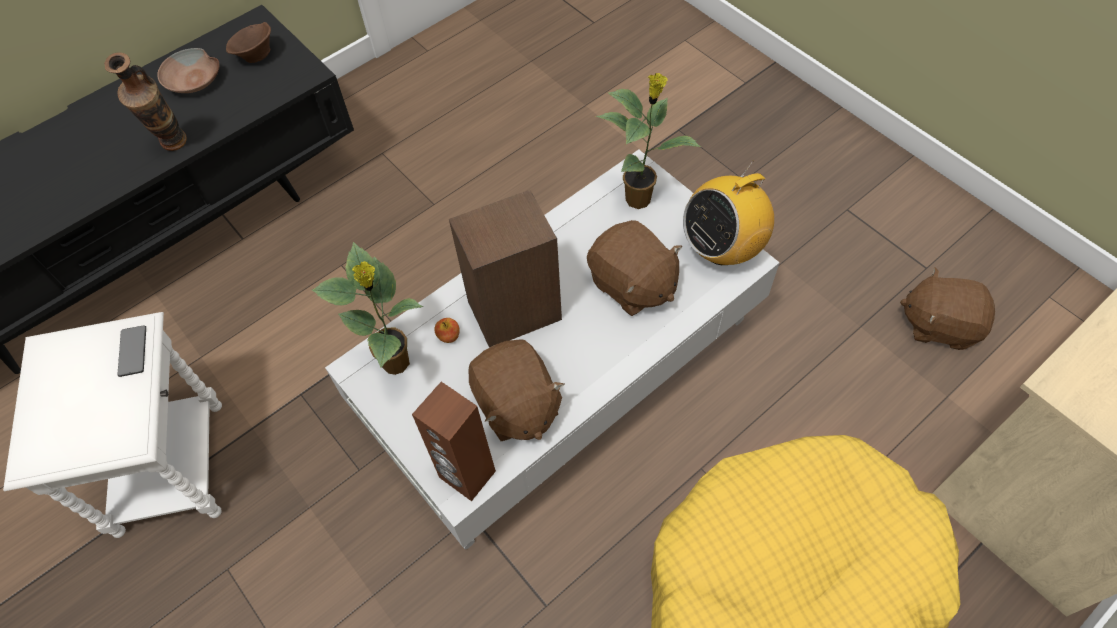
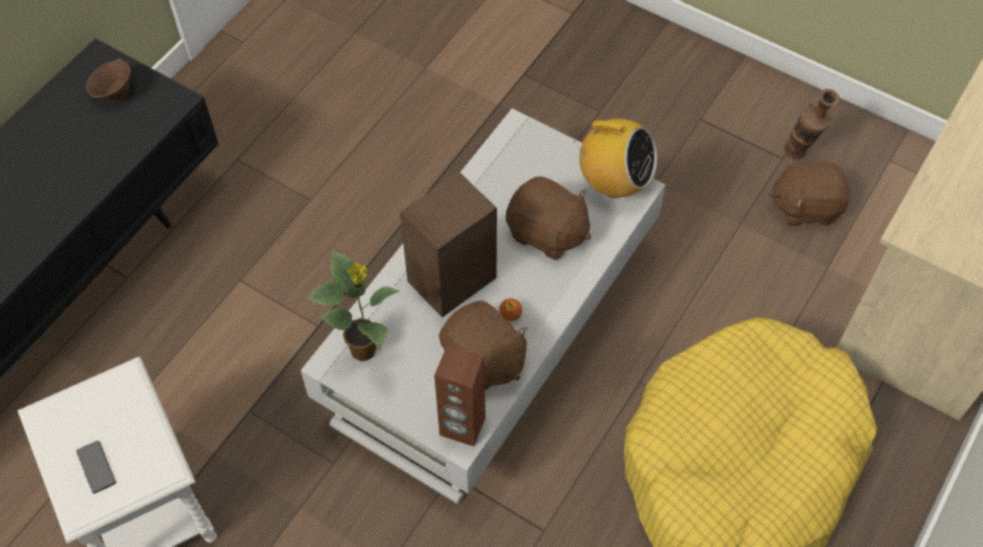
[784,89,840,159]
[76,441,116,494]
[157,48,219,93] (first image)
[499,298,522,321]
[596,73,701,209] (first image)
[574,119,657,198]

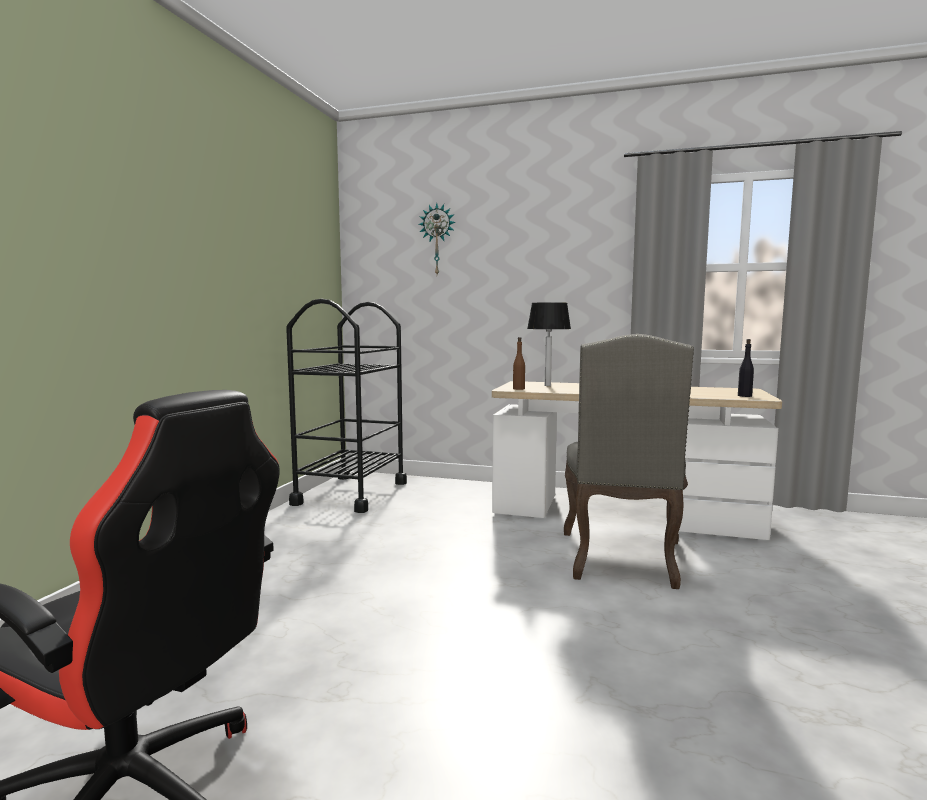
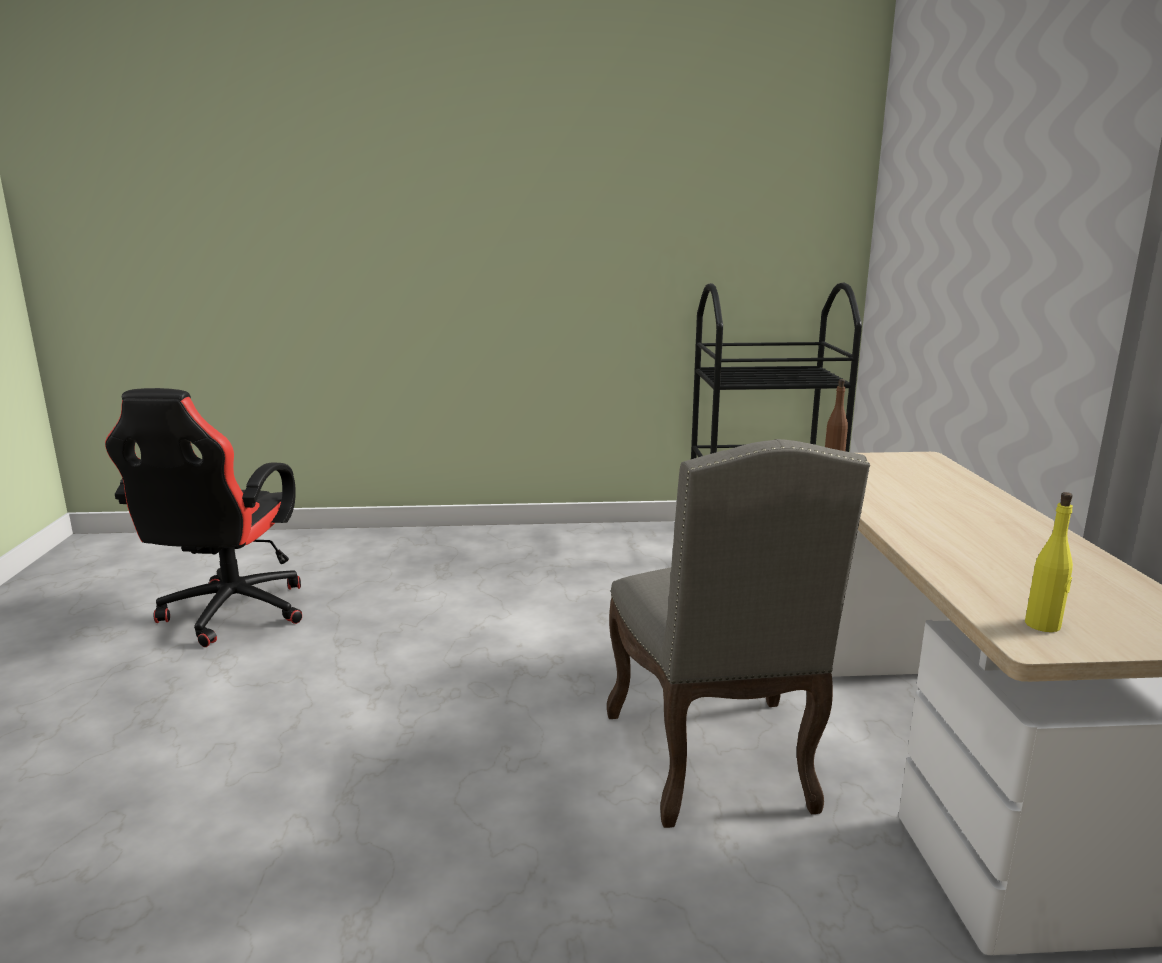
[418,203,456,274] (first image)
[527,302,571,386] (first image)
[607,439,870,828]
[1025,492,1073,632]

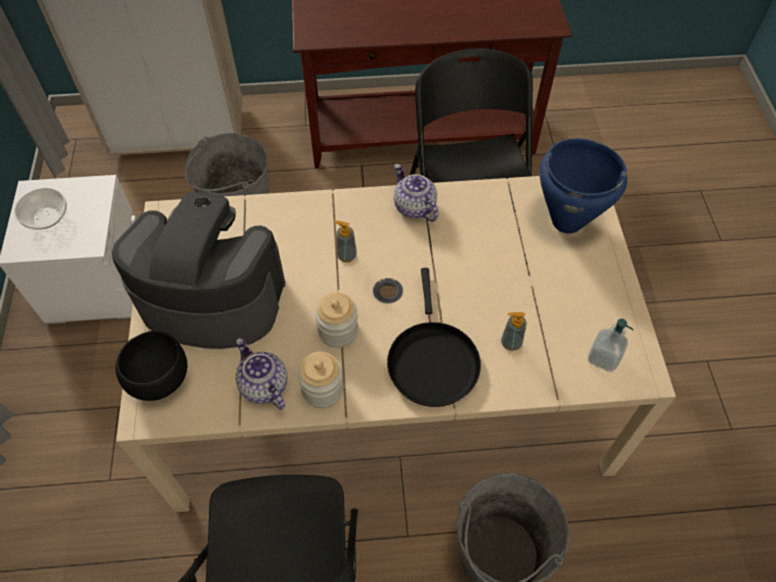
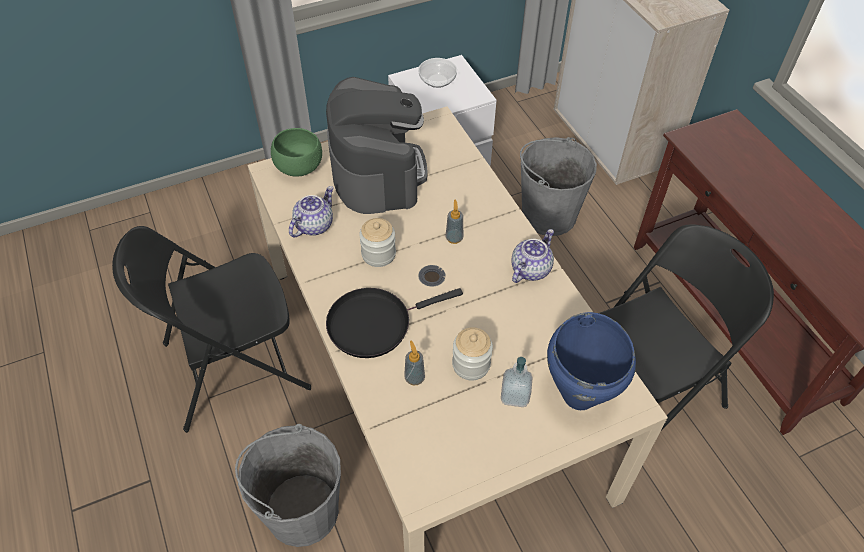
[271,128,322,177]
[452,327,493,380]
[501,357,533,407]

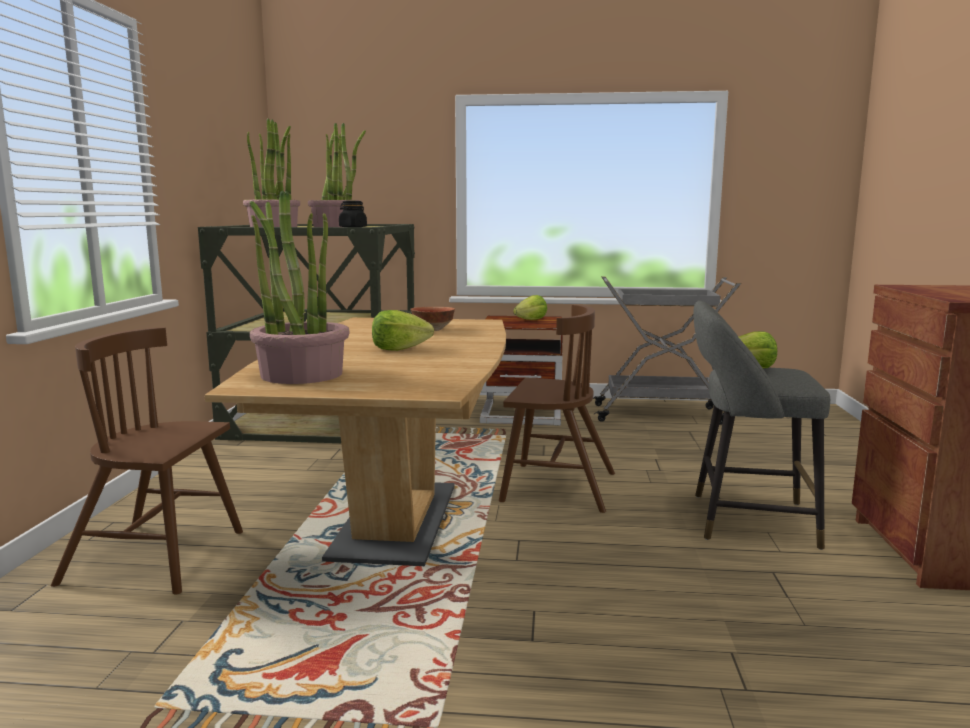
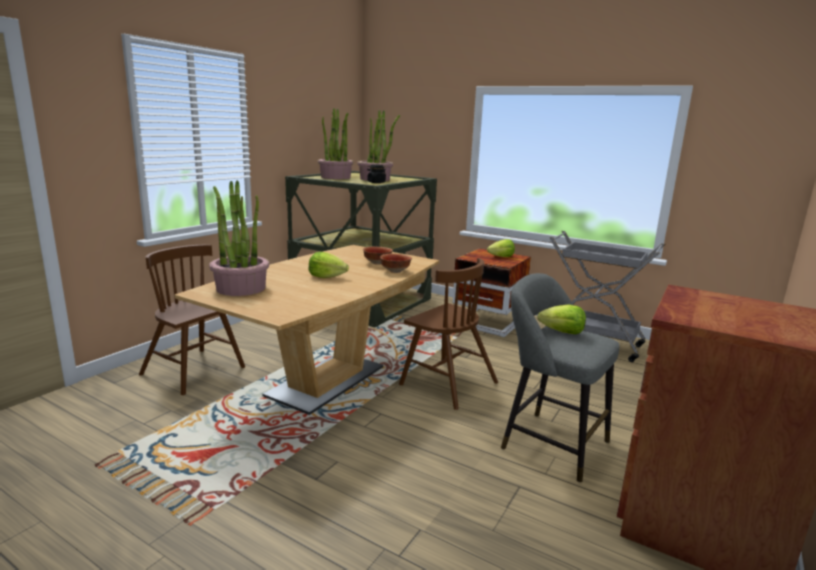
[380,254,412,273]

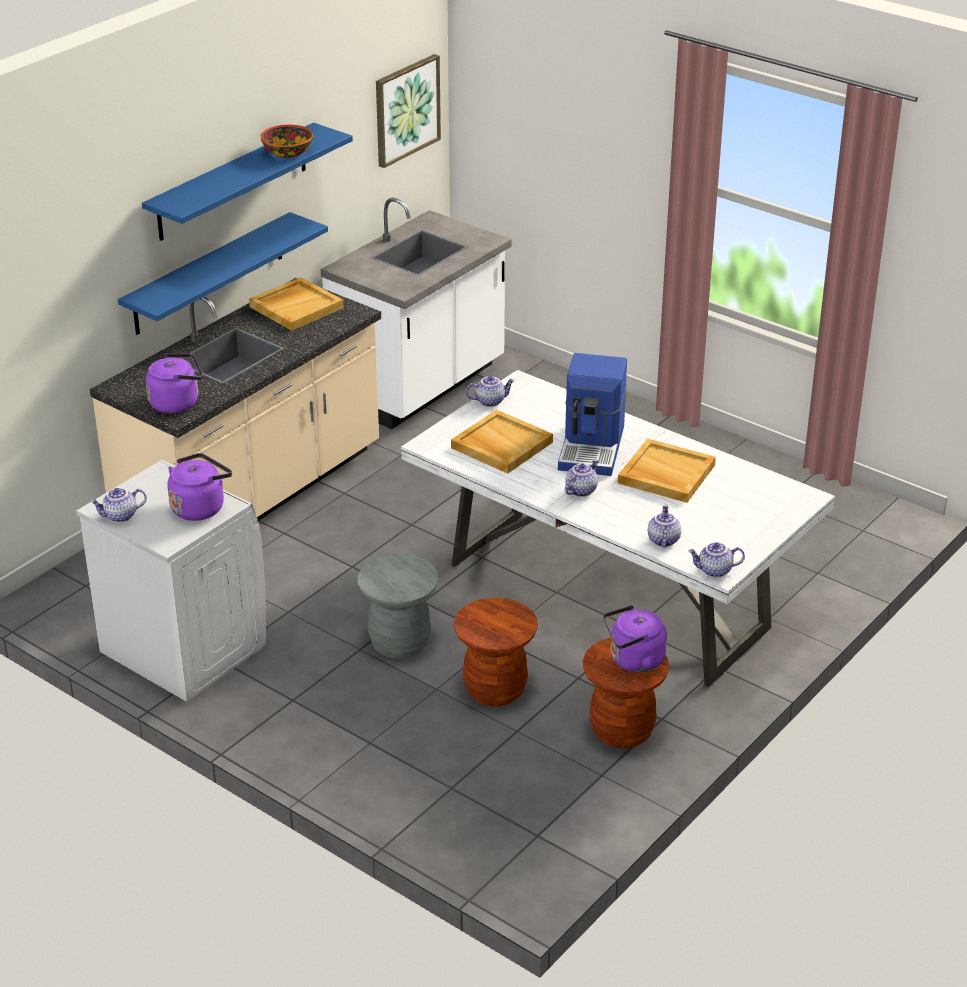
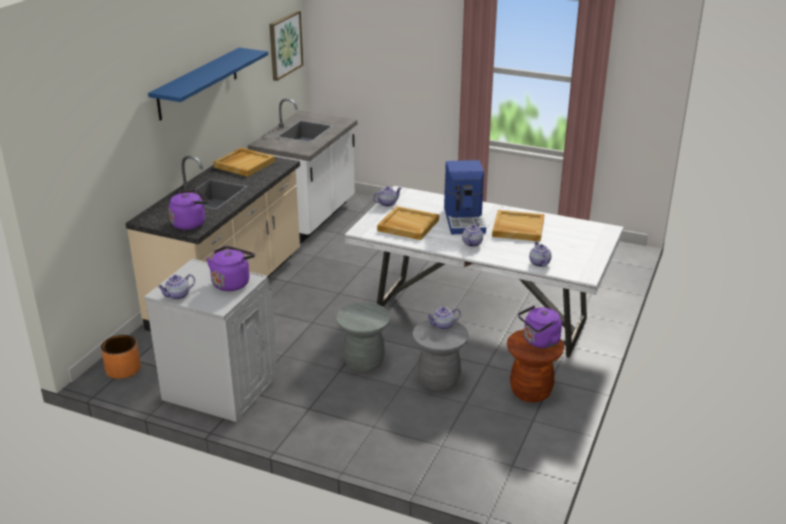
[118,212,328,335] (first image)
[261,125,313,158] (first image)
[413,320,469,391]
[426,307,461,330]
[101,335,141,379]

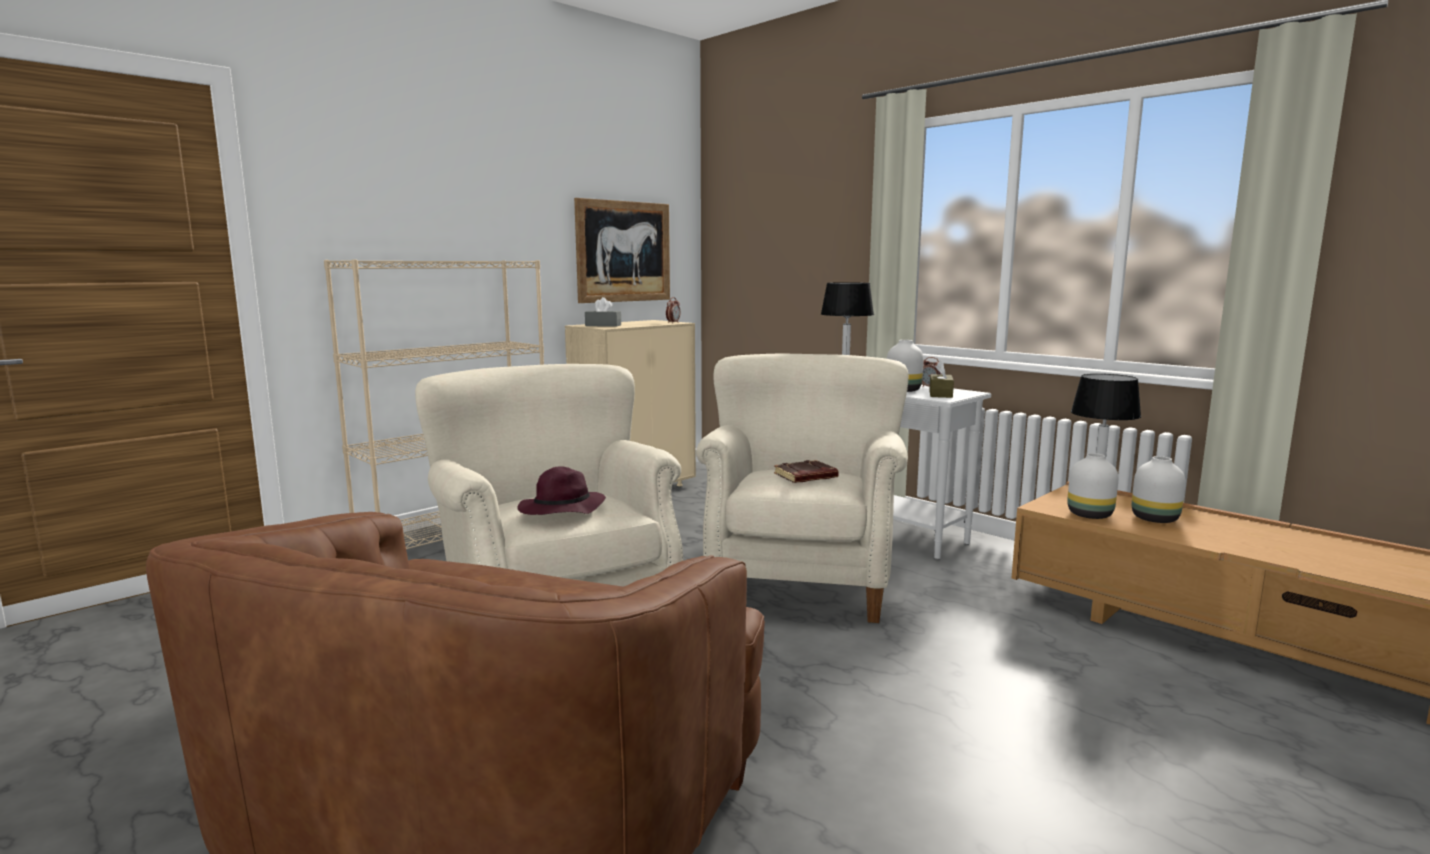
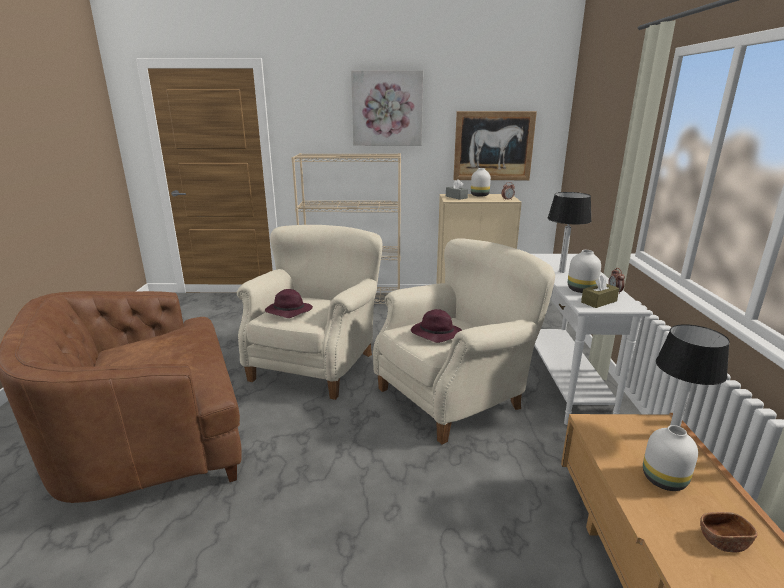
[411,309,462,343]
[471,168,491,197]
[351,70,423,146]
[700,512,758,553]

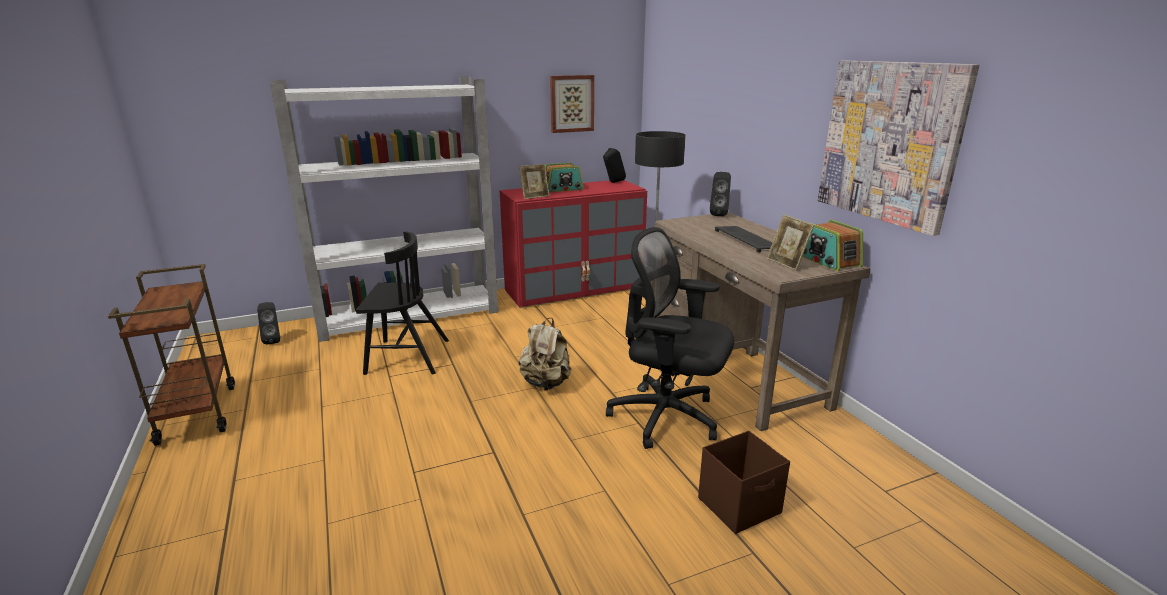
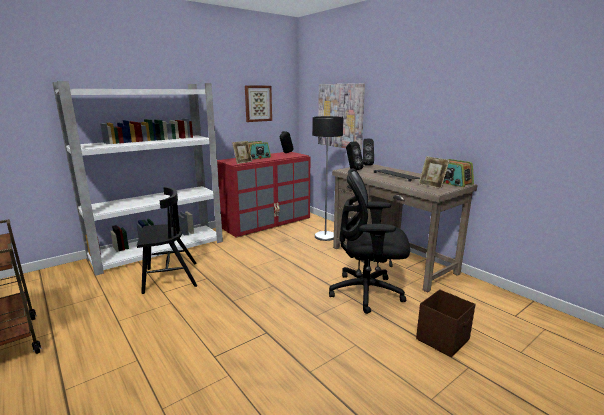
[346,141,364,170]
[519,317,571,391] (first image)
[318,83,365,150]

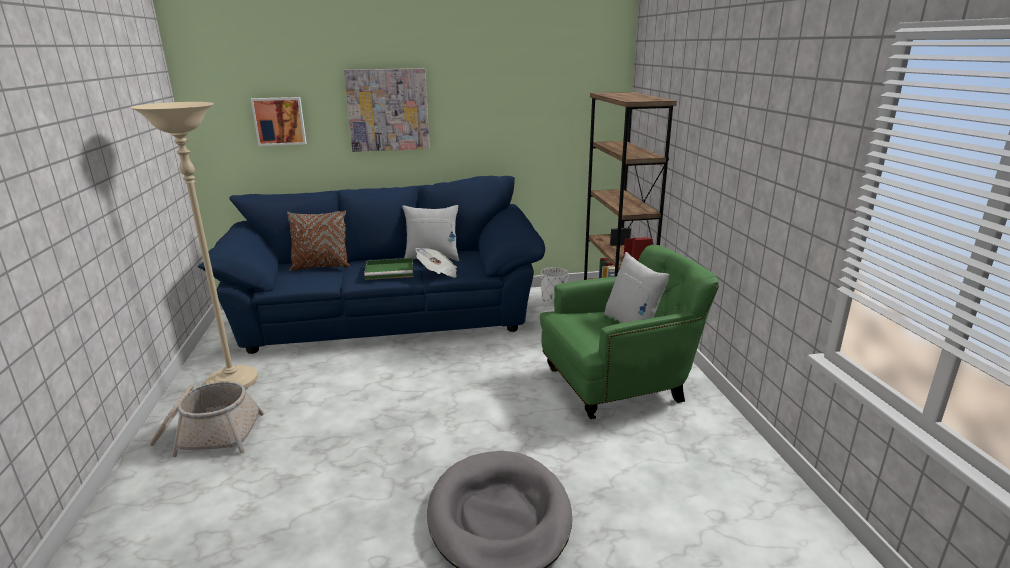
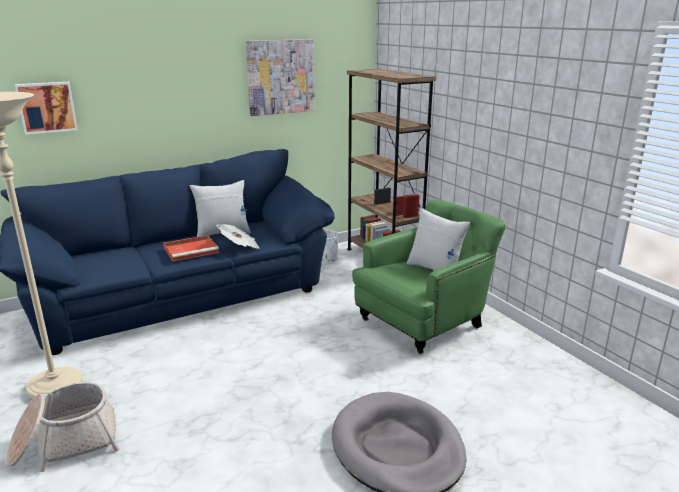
[287,210,350,271] (first image)
[246,39,315,116]
[164,235,219,261]

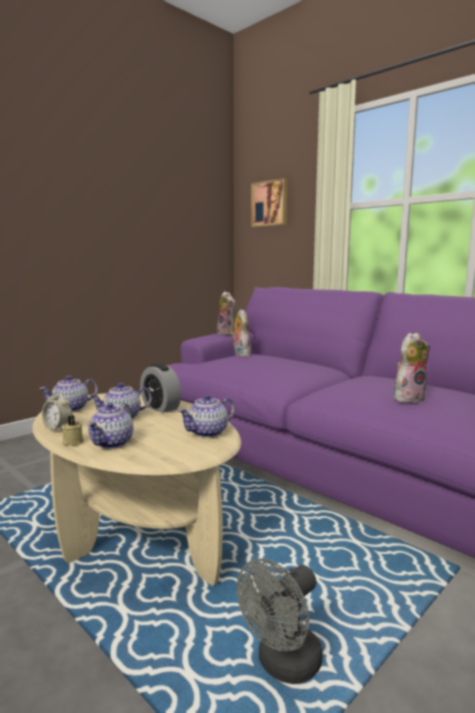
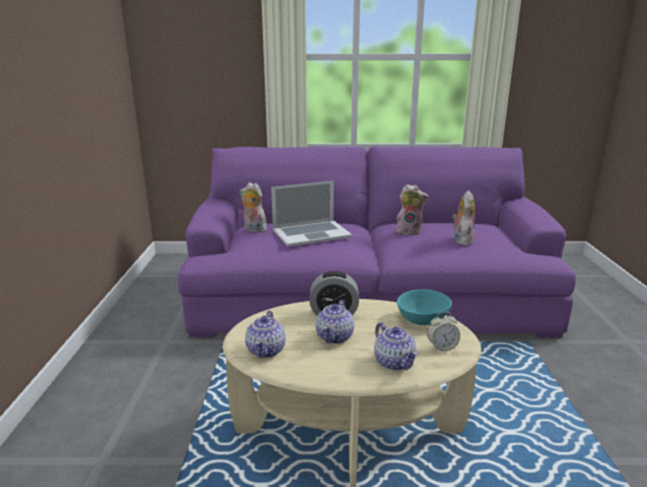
[427,312,460,352]
[61,415,84,446] (first image)
[397,289,452,325]
[396,184,429,235]
[237,558,323,684] (first image)
[251,178,288,227] (first image)
[271,181,352,247]

